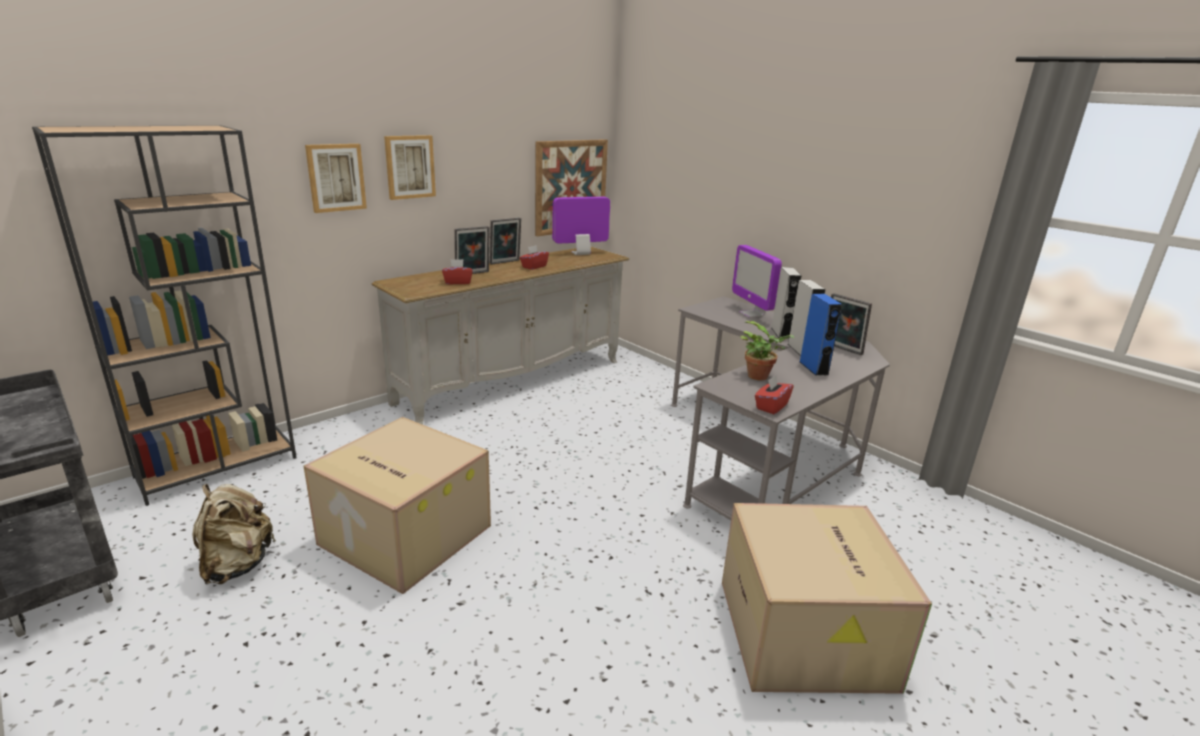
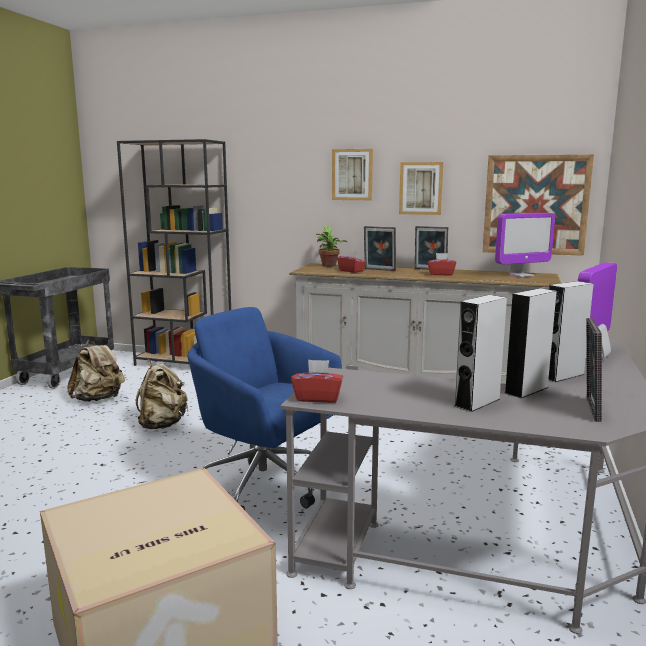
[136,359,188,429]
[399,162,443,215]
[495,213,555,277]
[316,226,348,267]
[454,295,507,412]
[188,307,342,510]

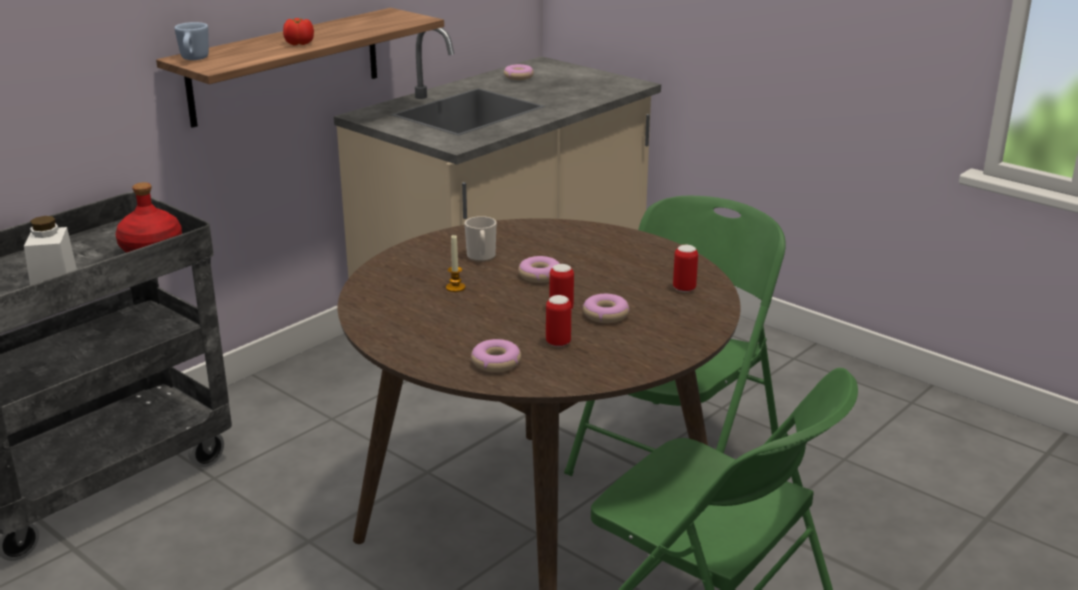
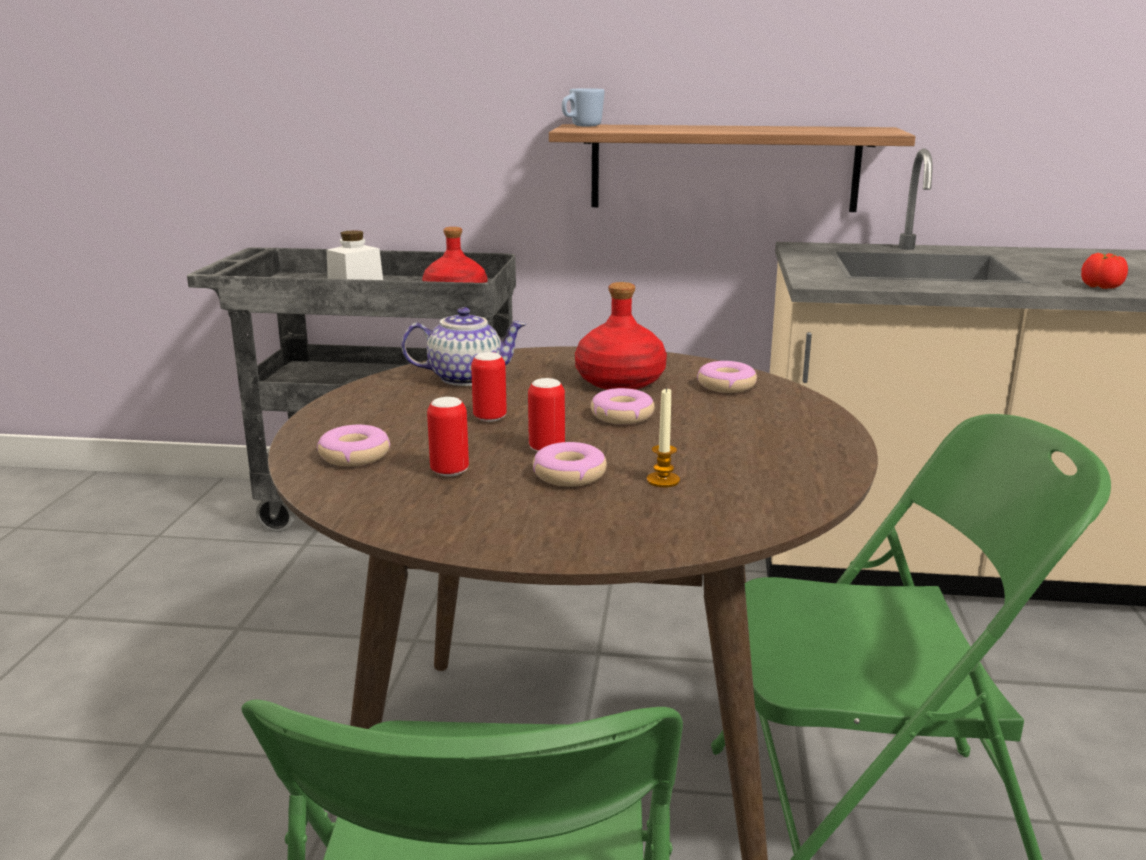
[1081,253,1128,289]
[647,387,680,488]
[575,282,667,390]
[697,361,757,393]
[471,352,507,422]
[401,307,526,386]

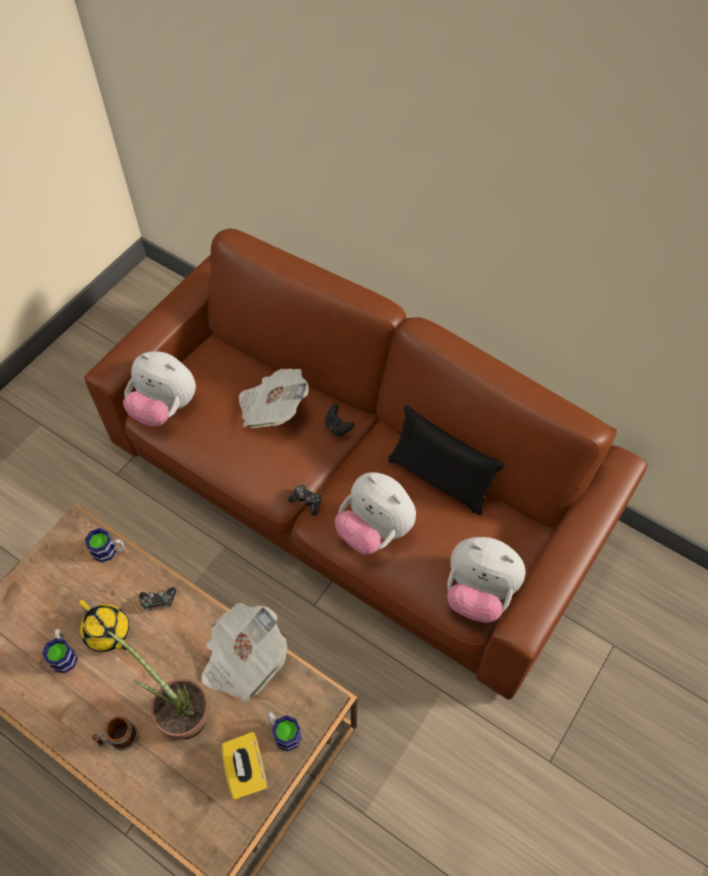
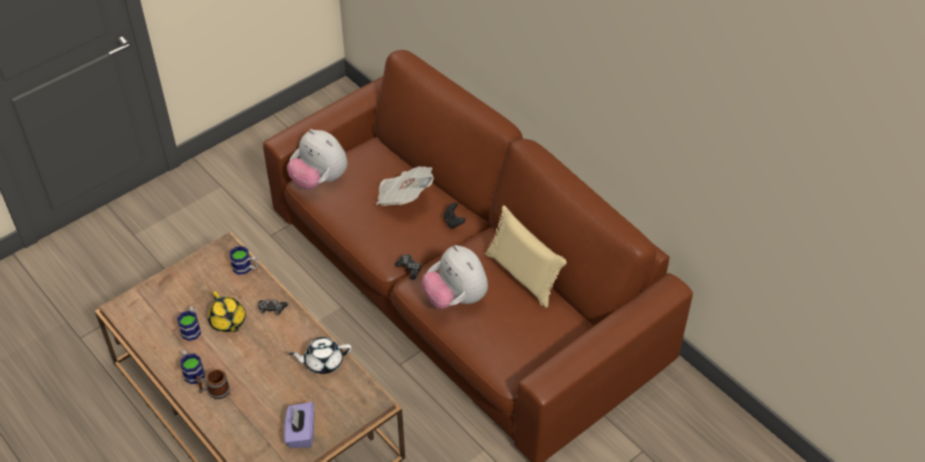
[107,631,210,739] (first image)
[290,337,352,374]
[284,402,314,448]
[180,350,205,384]
[485,205,567,308]
[447,537,525,623] (first image)

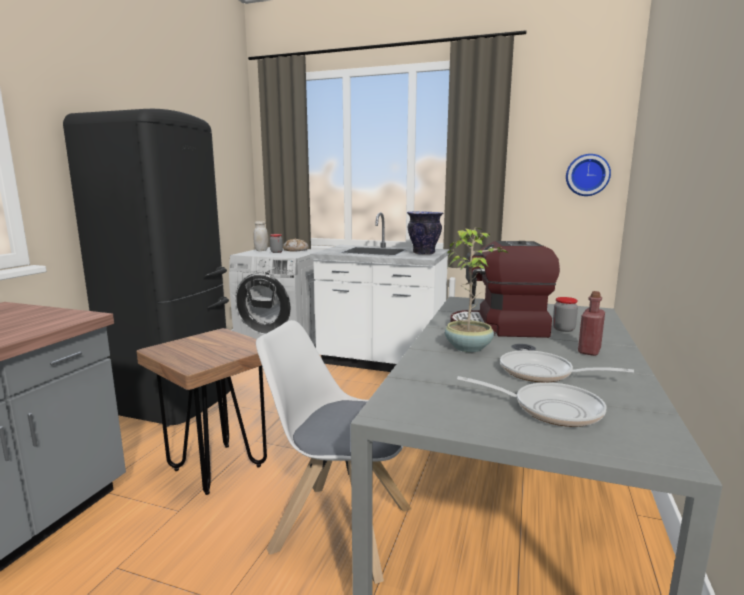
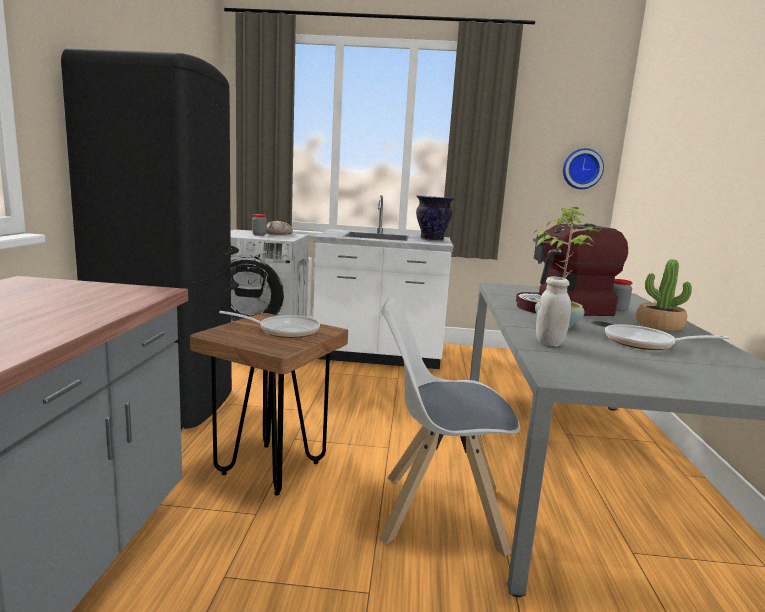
[536,276,571,347]
[219,311,320,338]
[636,259,692,331]

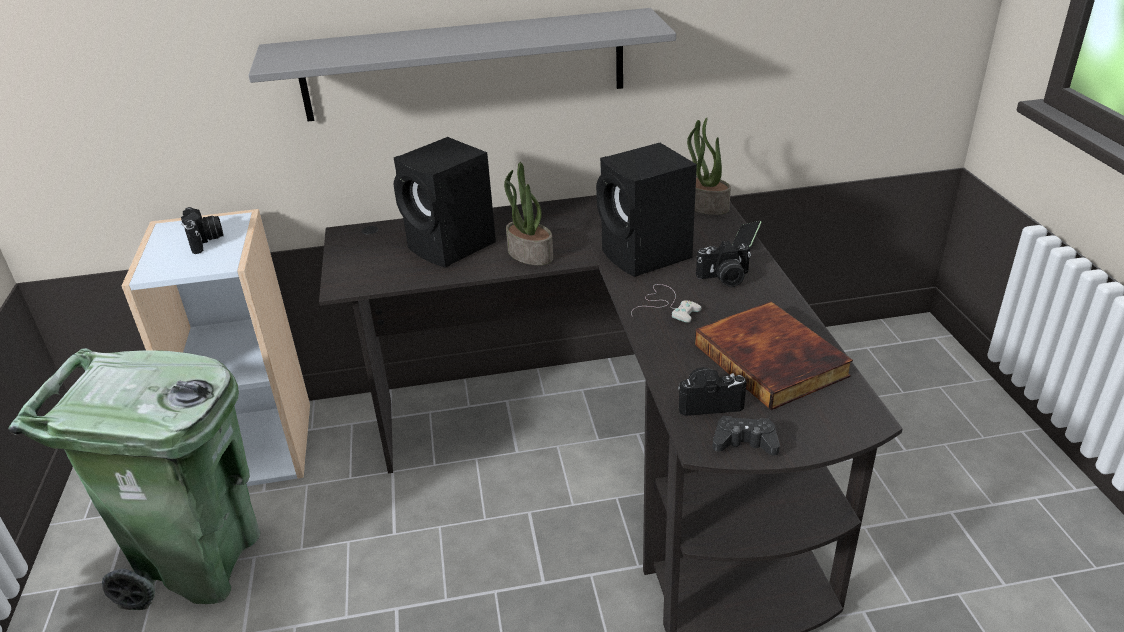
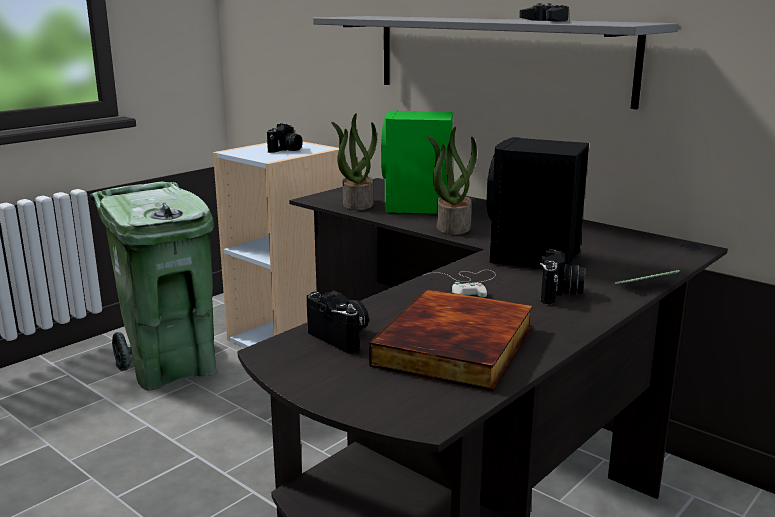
[381,110,453,214]
[331,113,377,210]
[540,249,585,304]
[519,3,569,22]

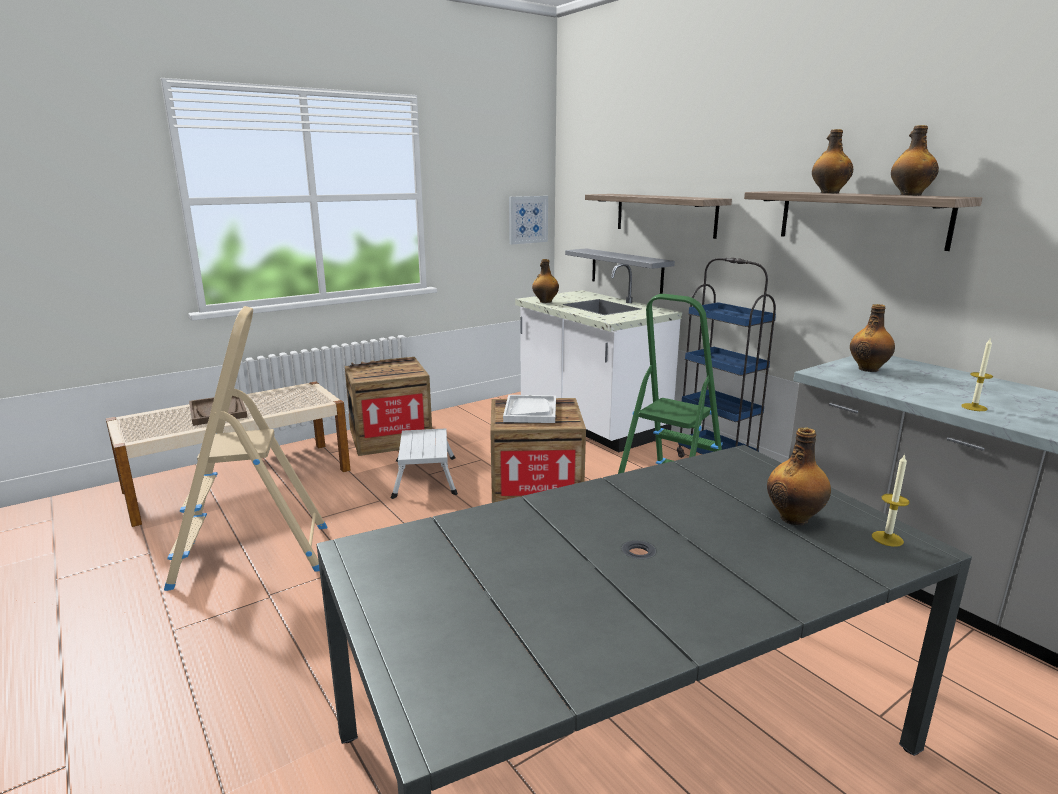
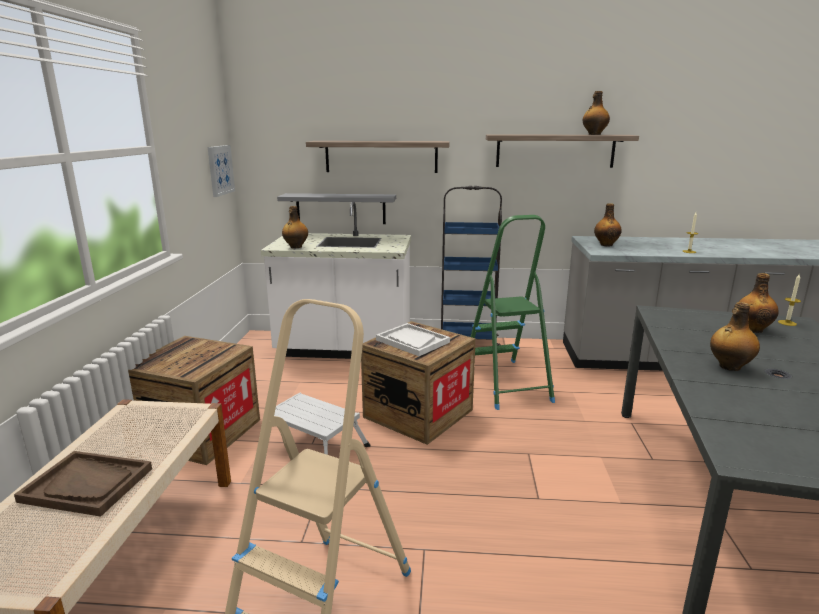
[710,302,760,371]

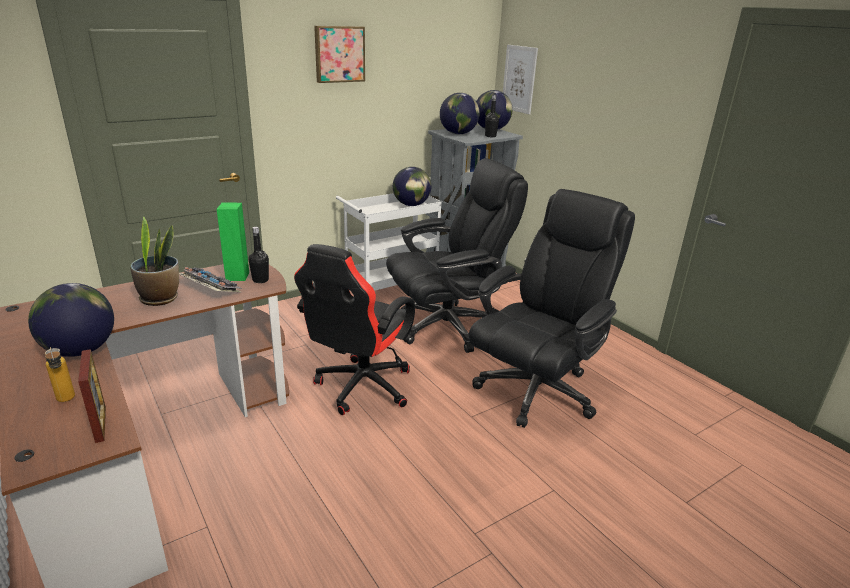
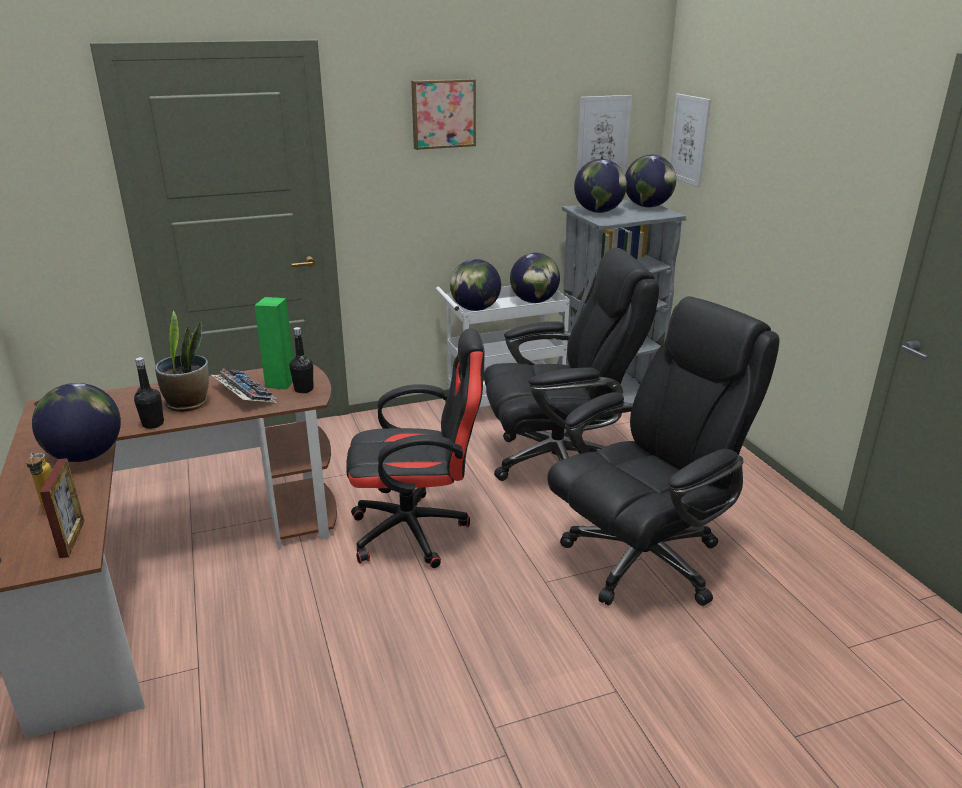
[346,328,485,568]
[134,357,164,429]
[450,259,501,311]
[576,95,632,176]

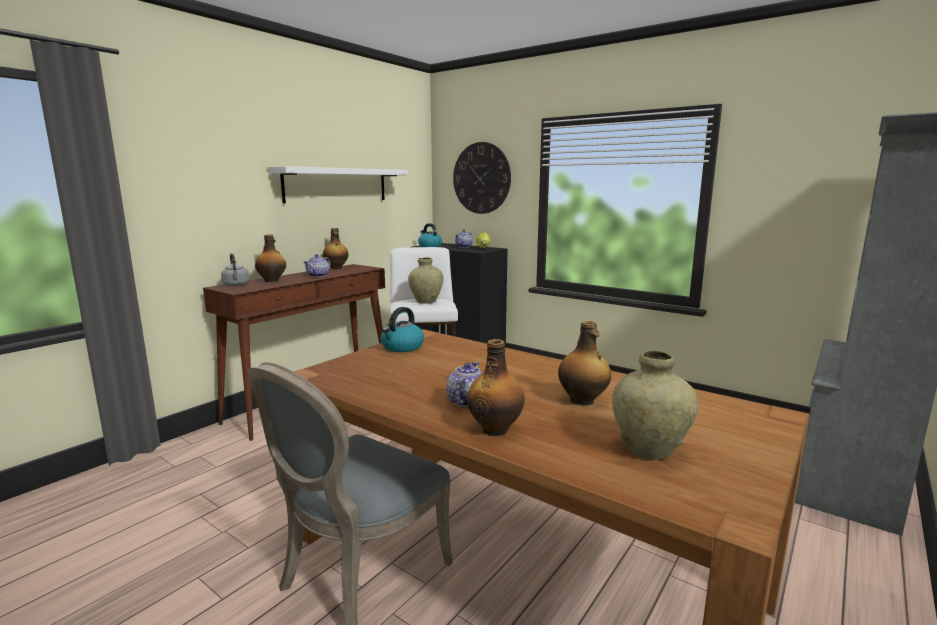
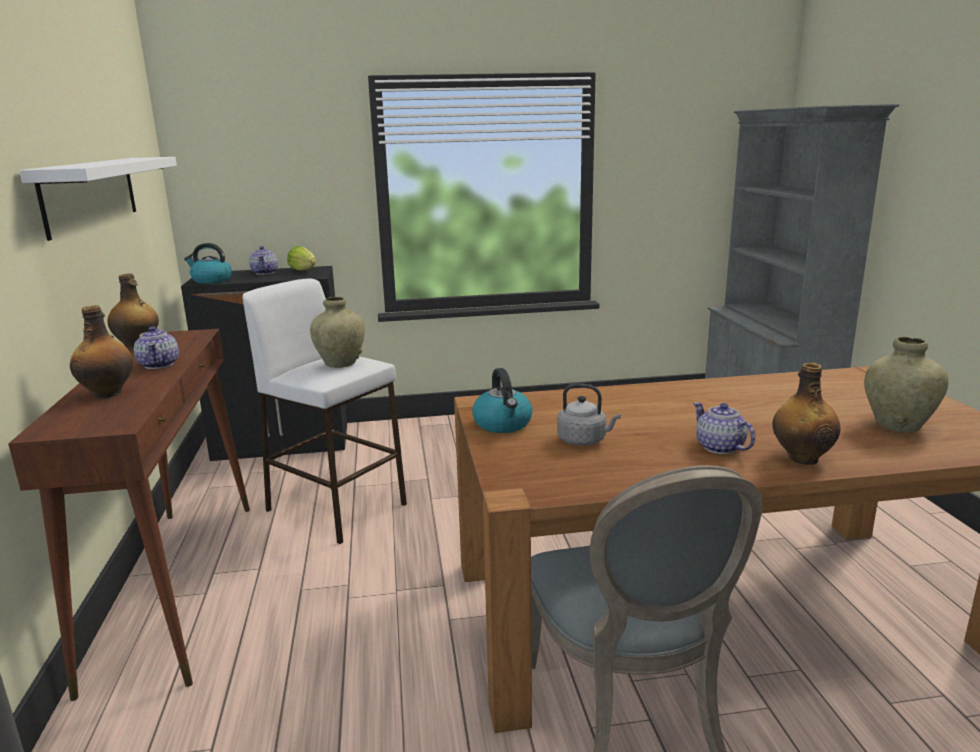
[557,383,621,446]
[453,142,511,214] (first image)
[558,321,611,406] (first image)

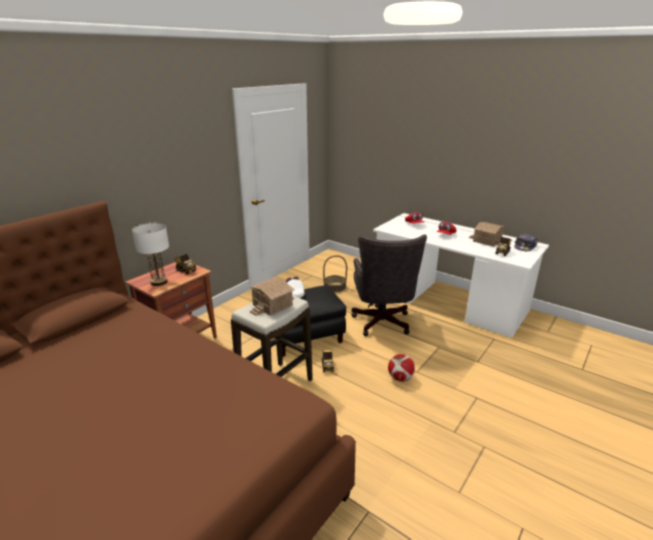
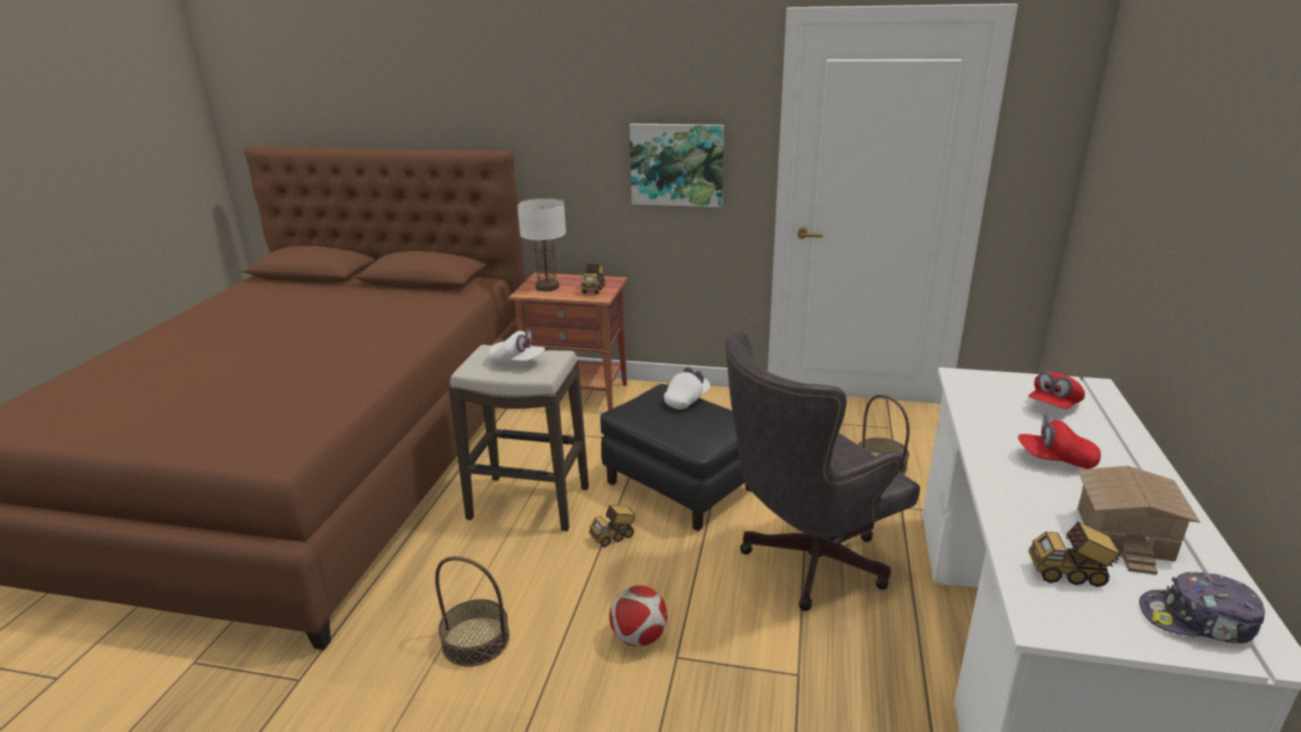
[488,329,545,363]
[435,556,510,667]
[629,124,724,207]

